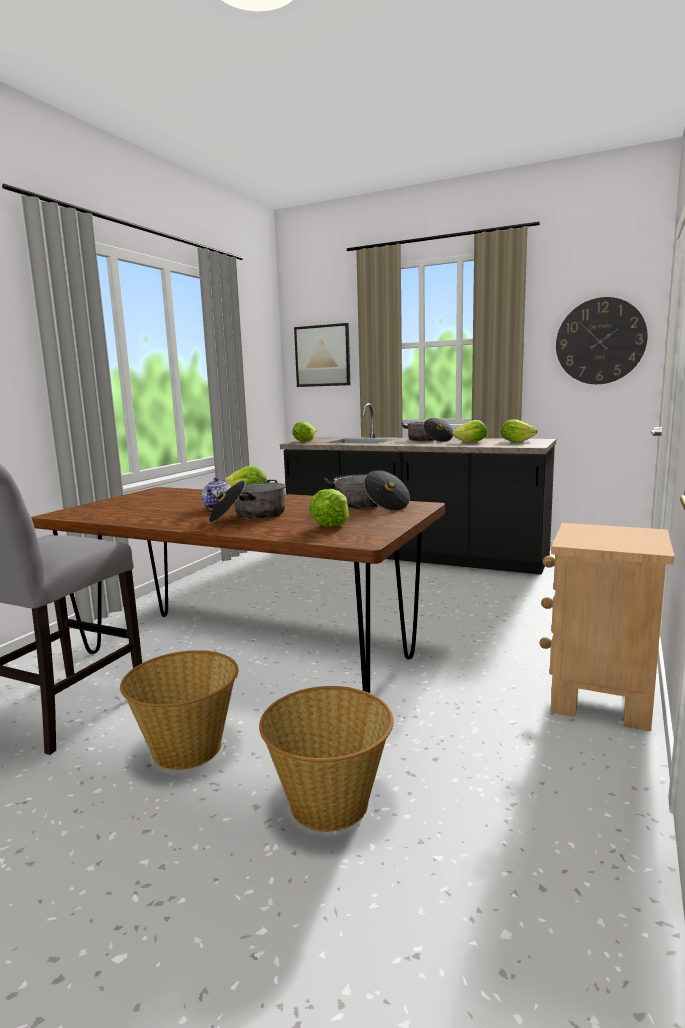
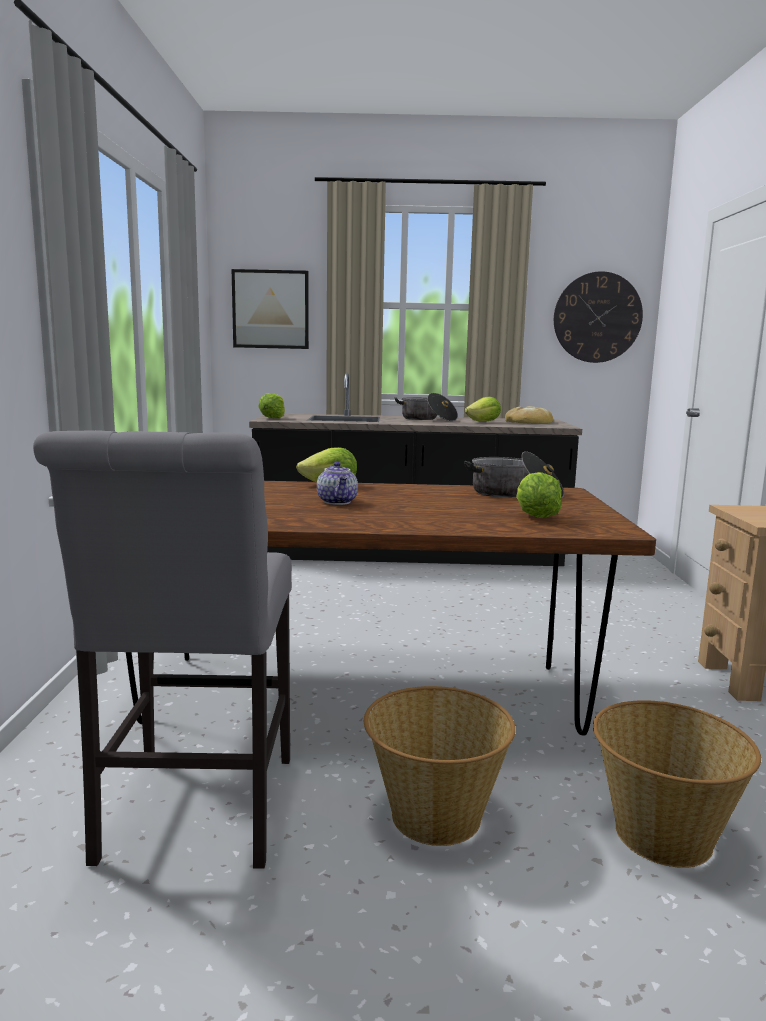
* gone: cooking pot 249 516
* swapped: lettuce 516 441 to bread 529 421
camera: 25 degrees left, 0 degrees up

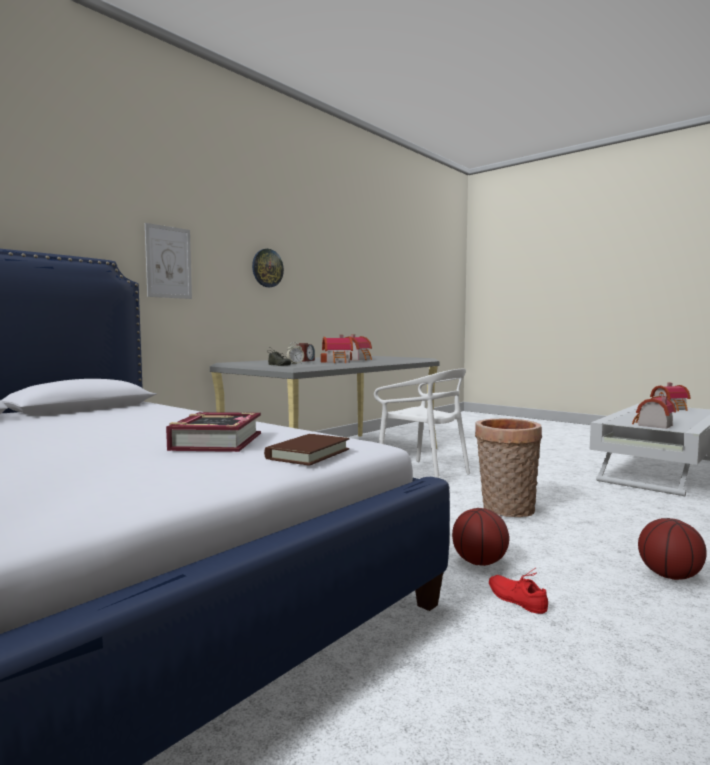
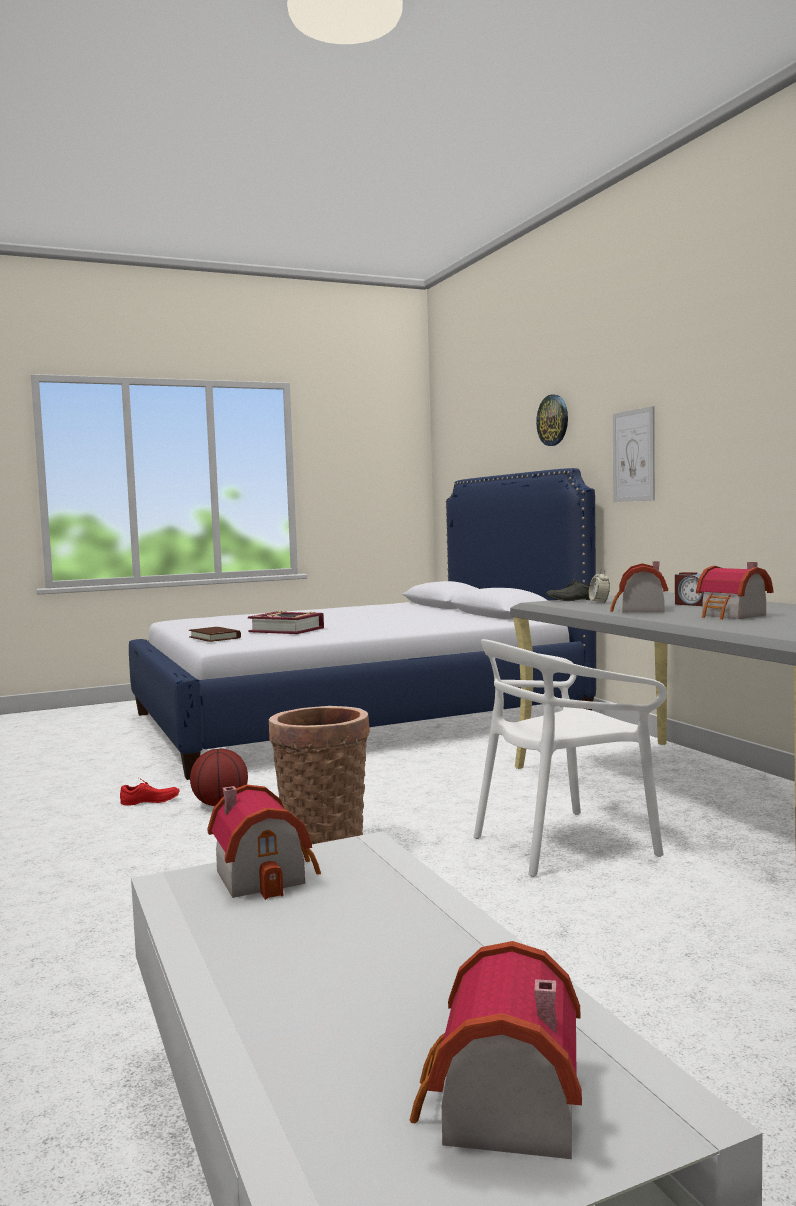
* shifted: wall clock 267 268 to 553 420
* gone: basketball 669 576
camera: 115 degrees right, 0 degrees up

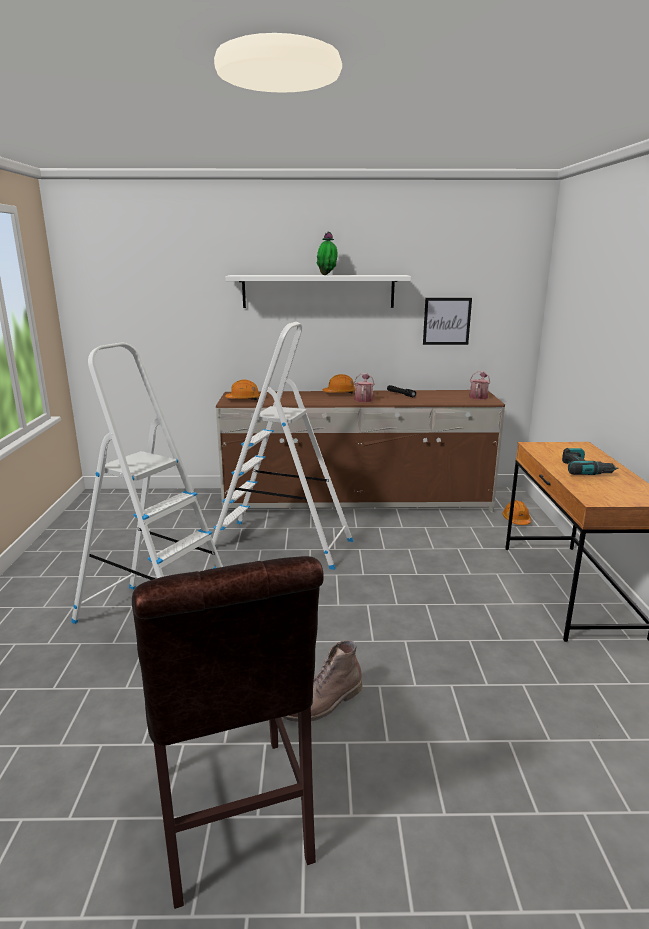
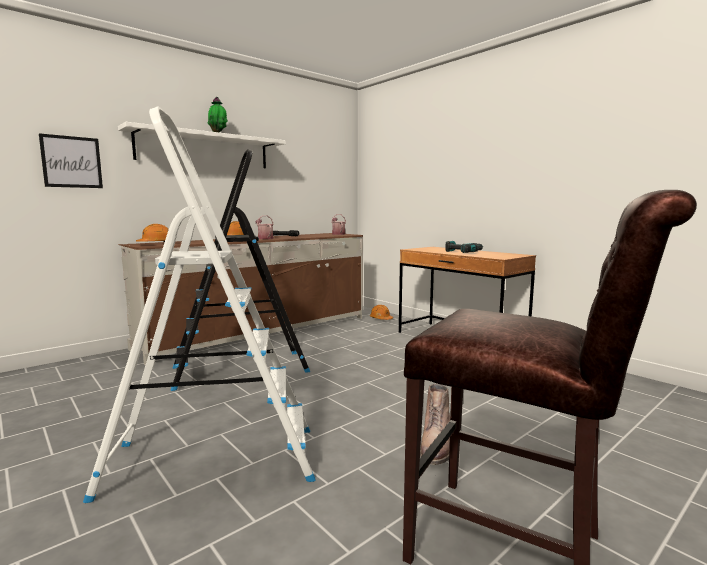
* repainted: white step ladder 281 544 to black step ladder 239 370
* shifted: picture 446 321 to 72 162
camera: 40 degrees left, 10 degrees down

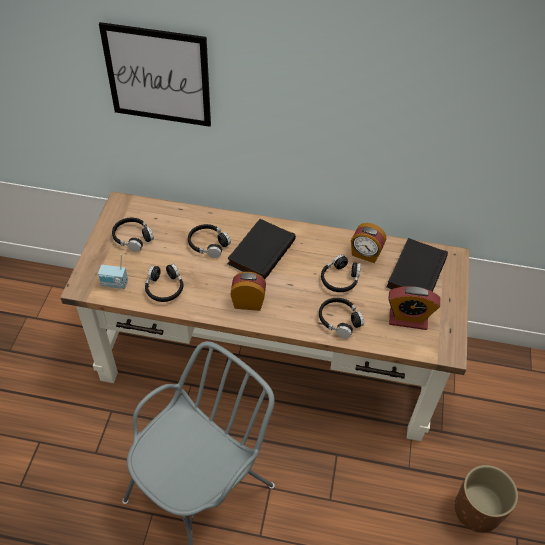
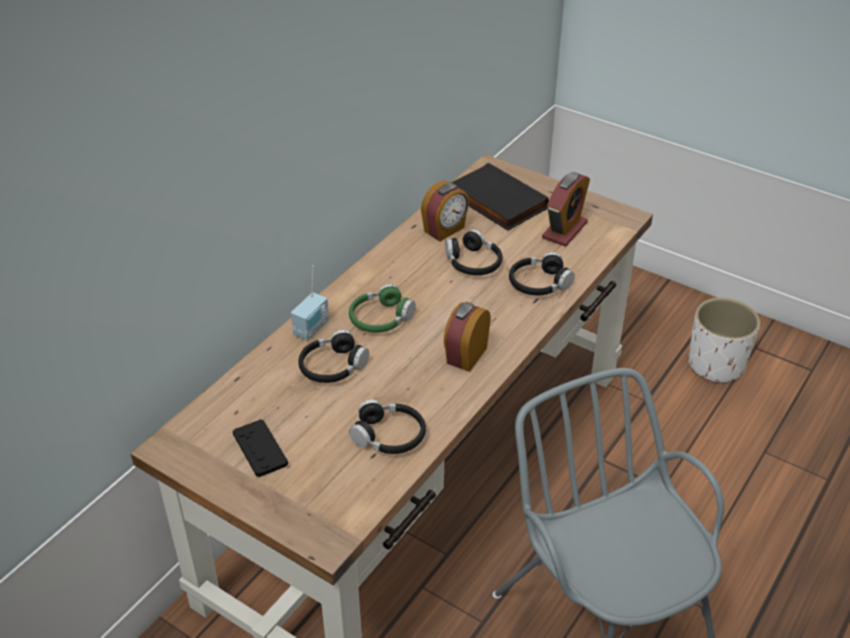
* shifted: radio 114 284 to 312 329
* gone: picture 158 76
* swapped: black headphones 133 237 to black game controller 260 449
* swapped: black book 260 251 to green headphones 381 318
* repainted: brown planter 476 510 to white planter 716 365
camera: 65 degrees left, 10 degrees down

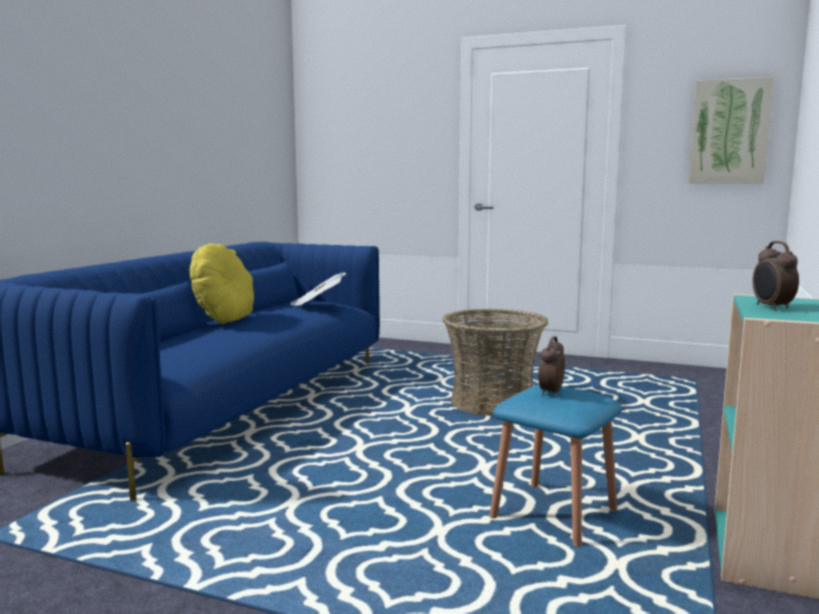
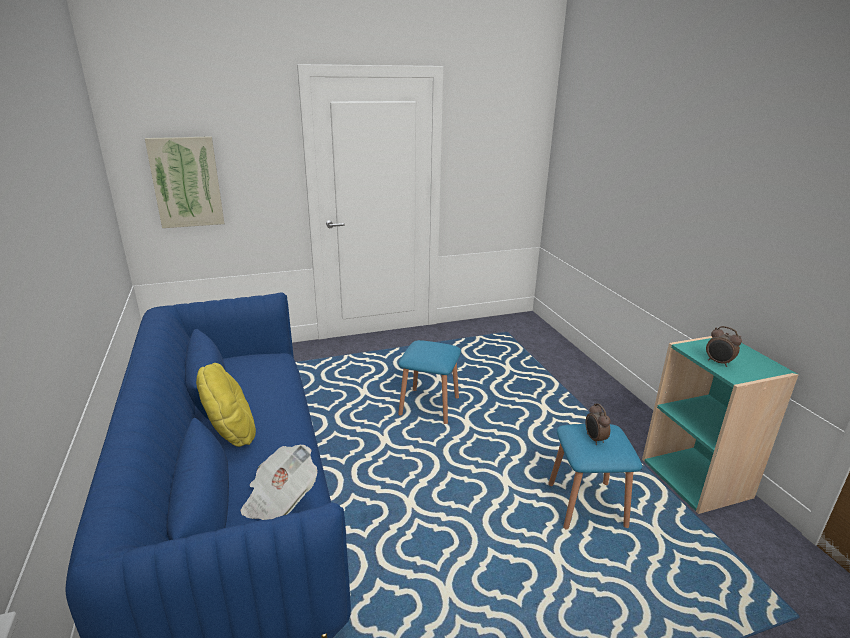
* shifted: newspaper 317 304 to 280 499
* swapped: basket 493 403 to blue stool 429 406
* shifted: picture 729 132 to 186 182
camera: 40 degrees left, 15 degrees up

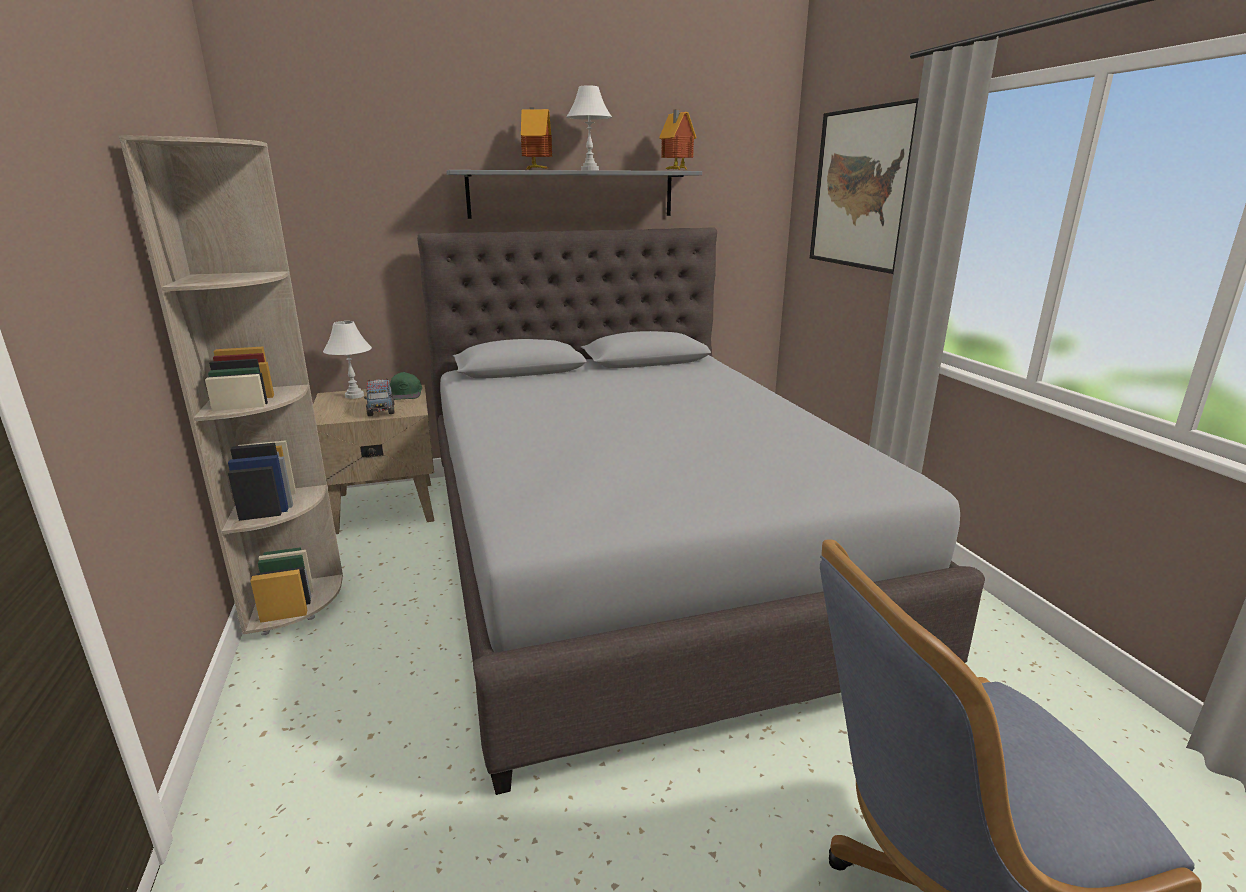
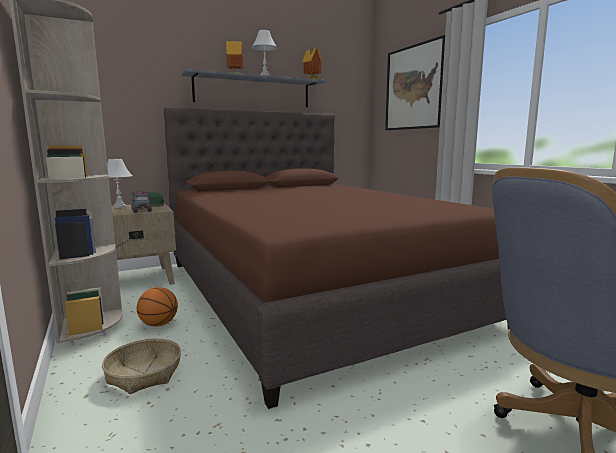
* repainted: grey bed 636 556 to brown bed 311 290
* new: basket 144 374
* new: basketball 159 324
camera: 10 degrees left, 10 degrees down

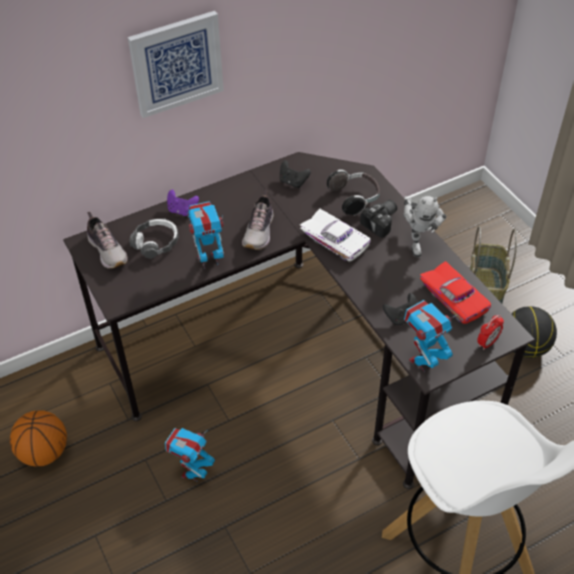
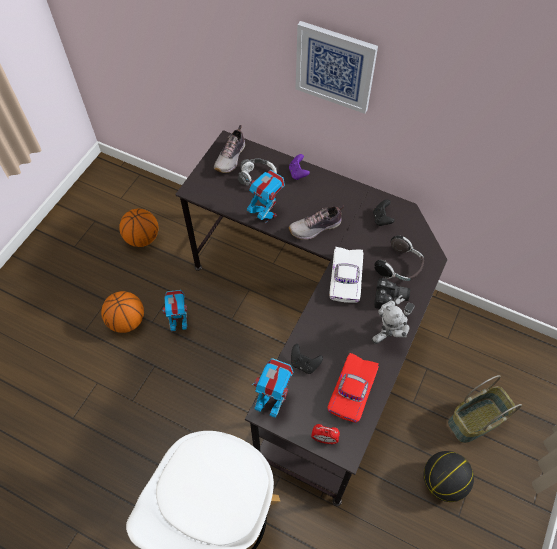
* new: basketball 127 321
camera: 55 degrees right, 10 degrees up

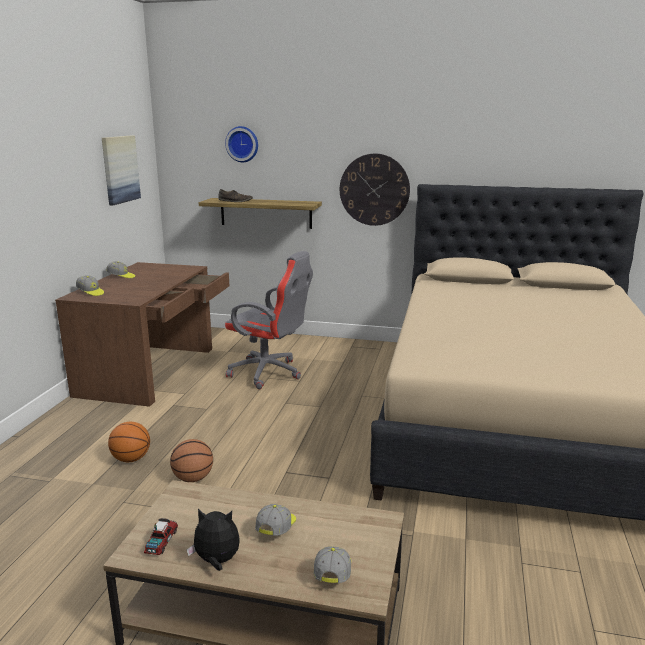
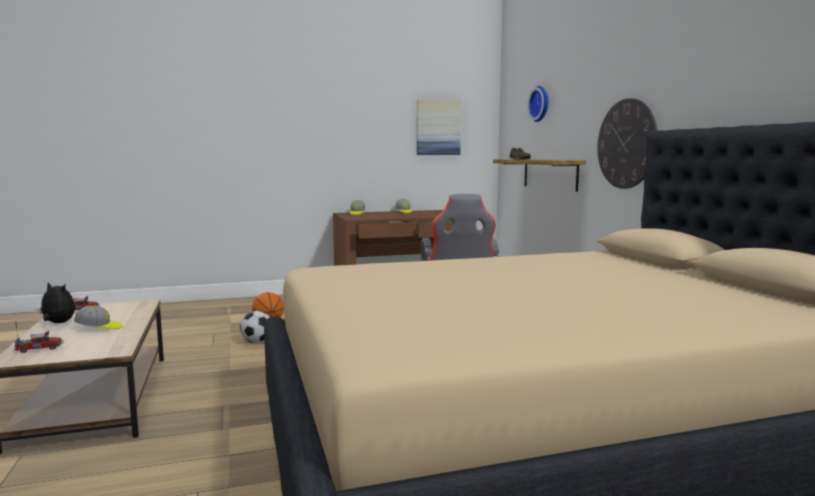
* swapped: basketball 193 478 to football 257 342
* rotated: plush toy 217 561 = 57 323 45 degrees counterclockwise
* swapped: cap 333 573 to toy truck 40 349
camera: 60 degrees right, 10 degrees down

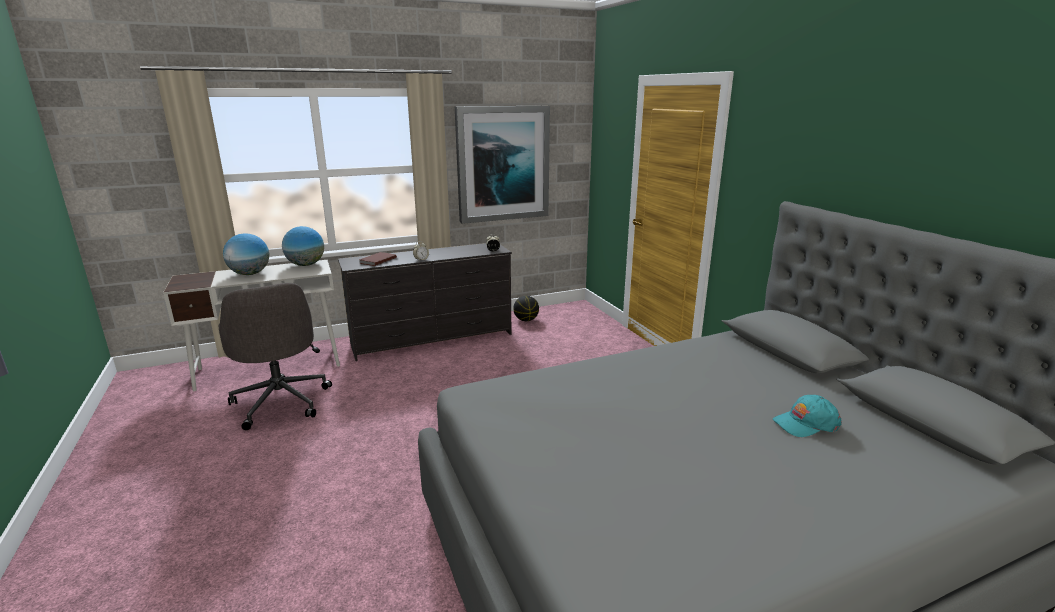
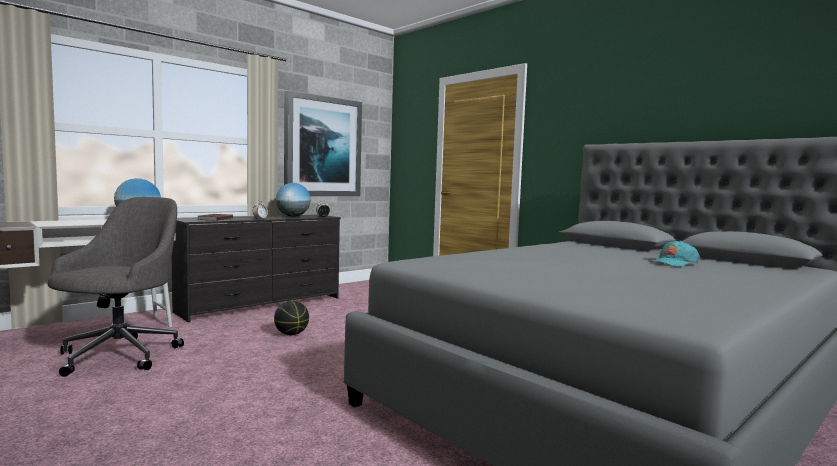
* rotated: grey office chair 281 403 = 120 355 120 degrees counterclockwise
* shifted: globe 250 274 to 293 216
* shifted: basketball 526 320 to 291 334
camera: 20 degrees left, 15 degrees down

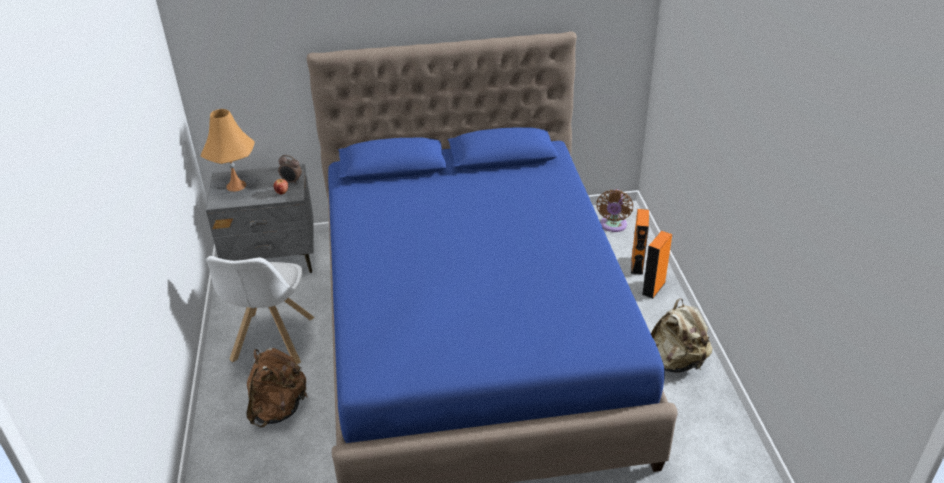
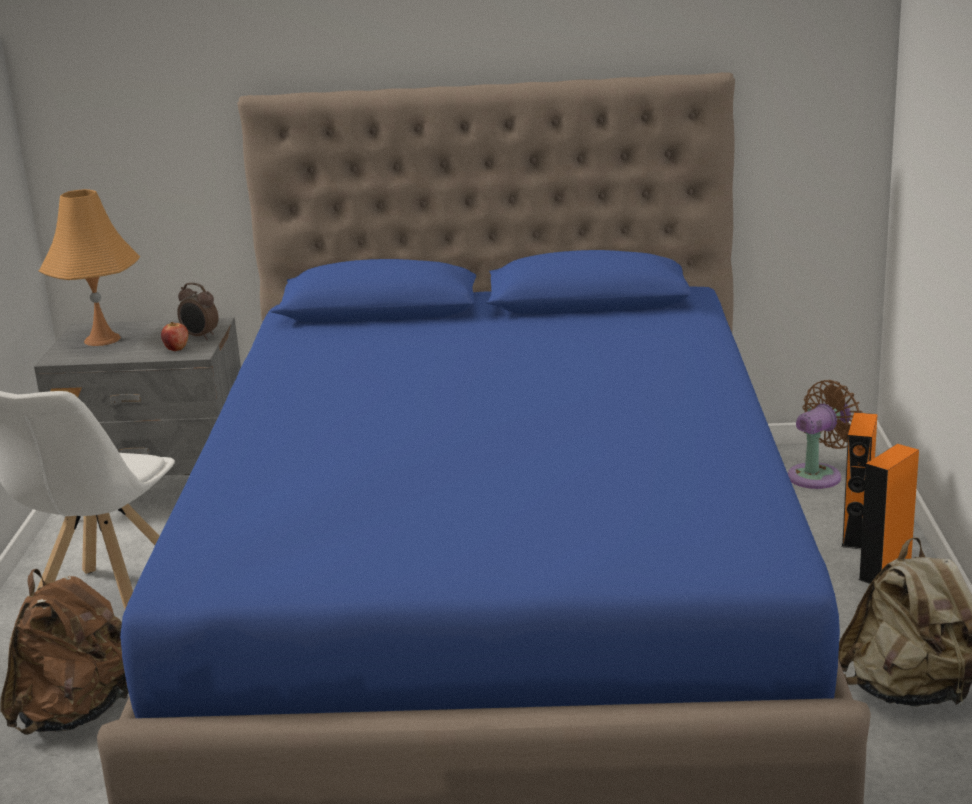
* rotated: brown fan 613 226 = 818 475 150 degrees counterclockwise
camera: 10 degrees right, 15 degrees down

